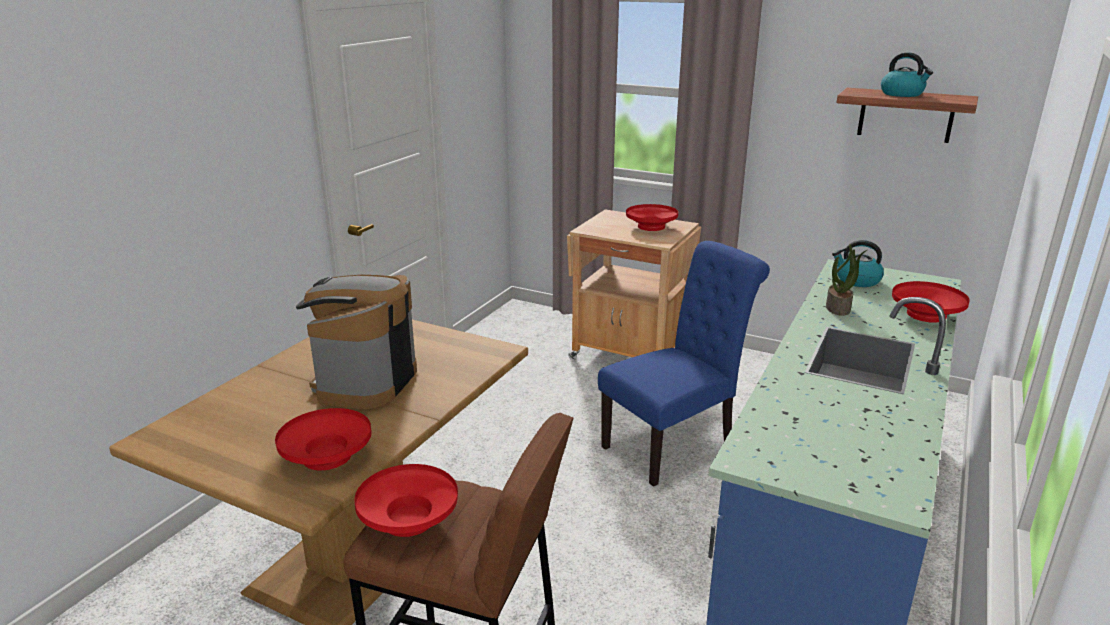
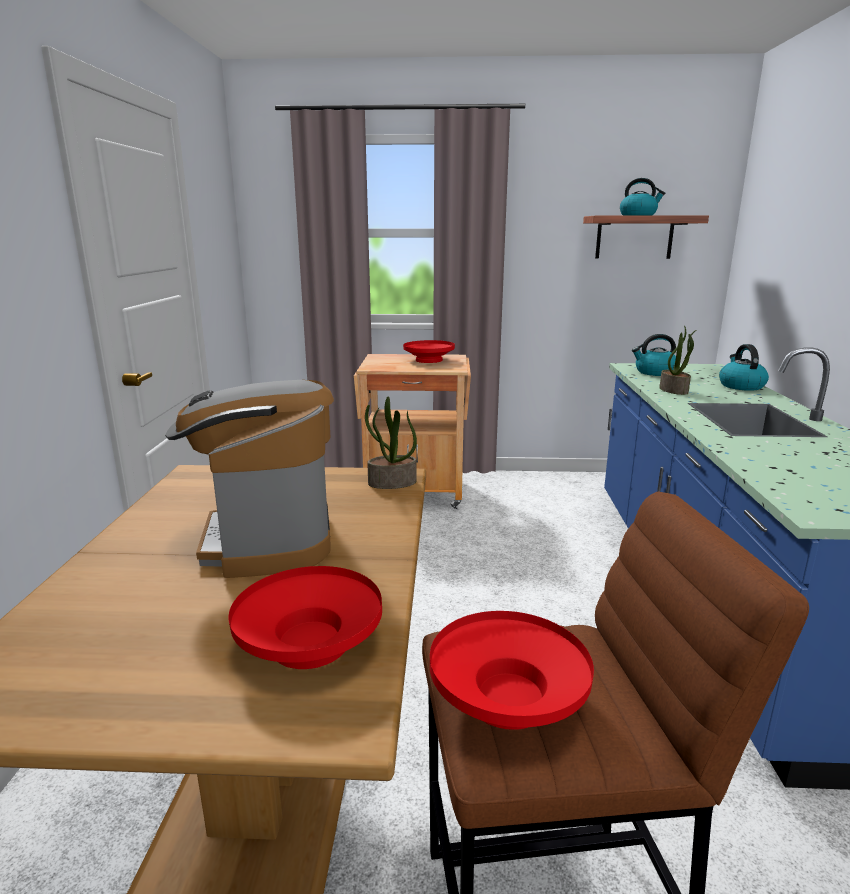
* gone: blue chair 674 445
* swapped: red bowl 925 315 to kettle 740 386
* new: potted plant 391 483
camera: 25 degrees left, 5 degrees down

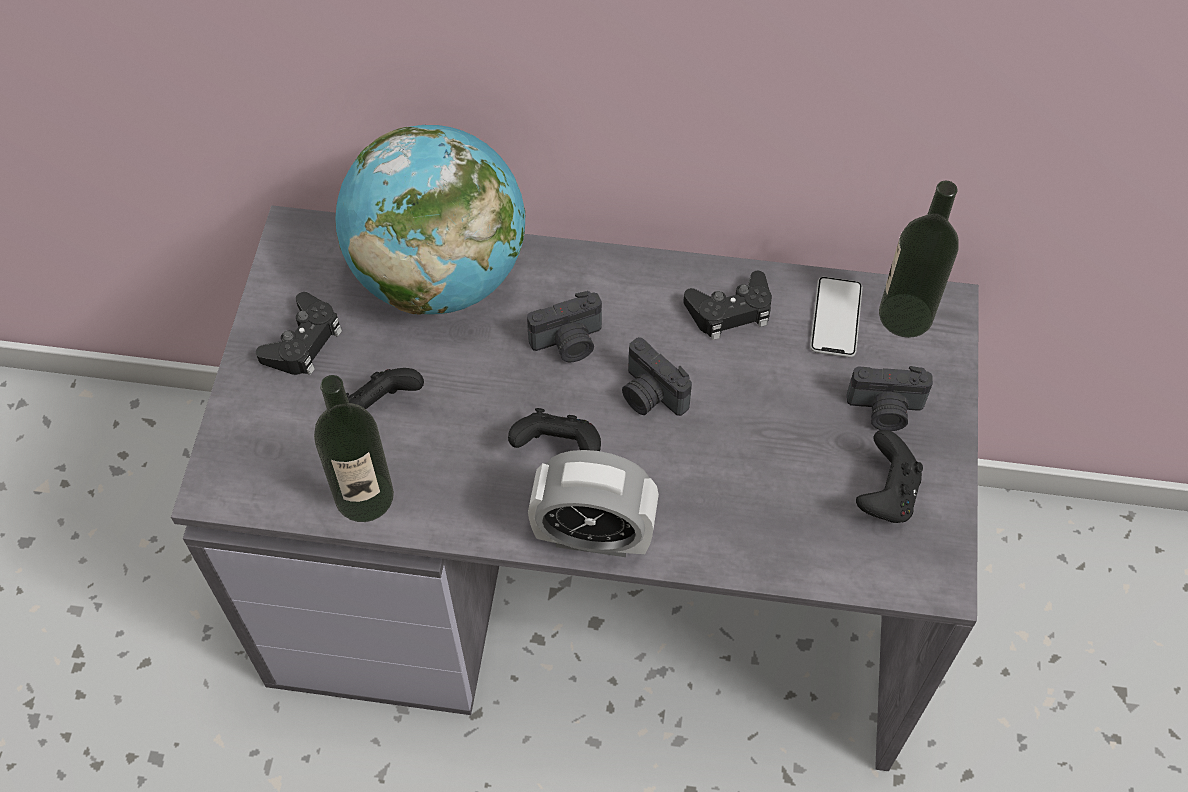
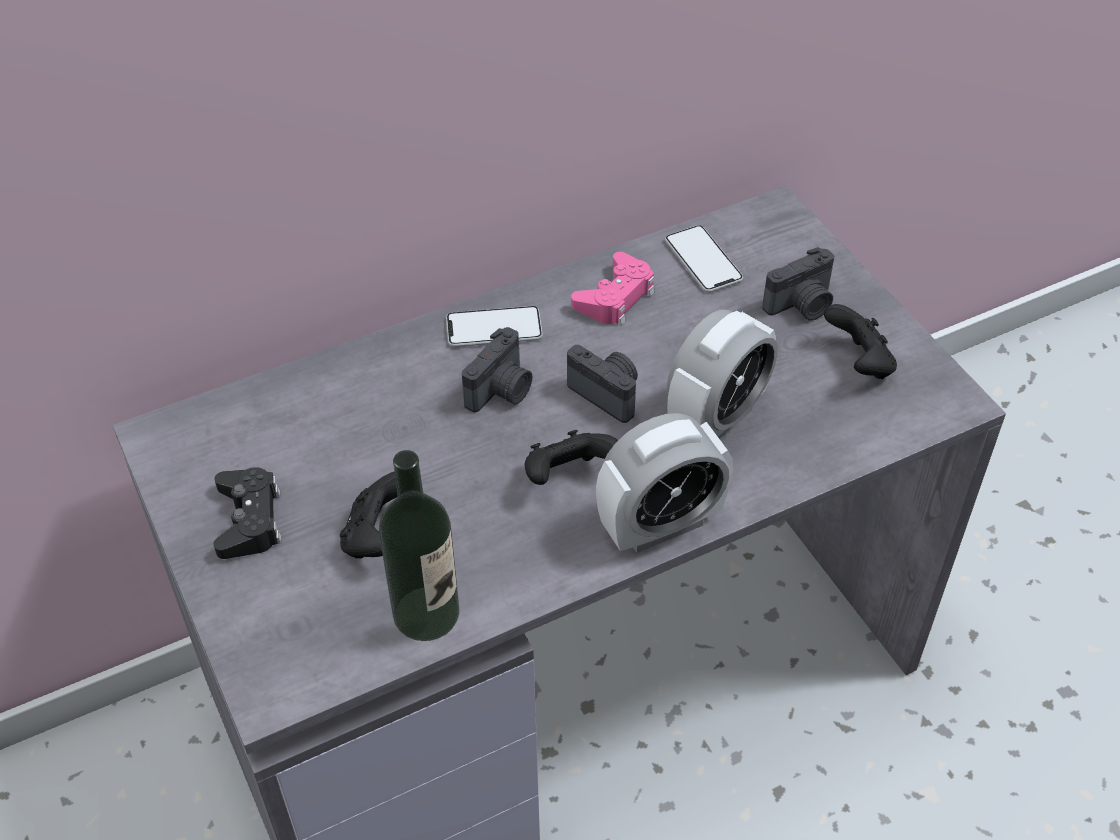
* gone: globe 439 276
* rotated: photo camera 650 395 = 608 393 150 degrees counterclockwise
* repainted: black game controller 730 311 to pink game controller 615 297
* gone: bottle 905 315
* new: phone 494 328
* new: alarm clock 716 421
camera: 35 degrees left, 10 degrees down

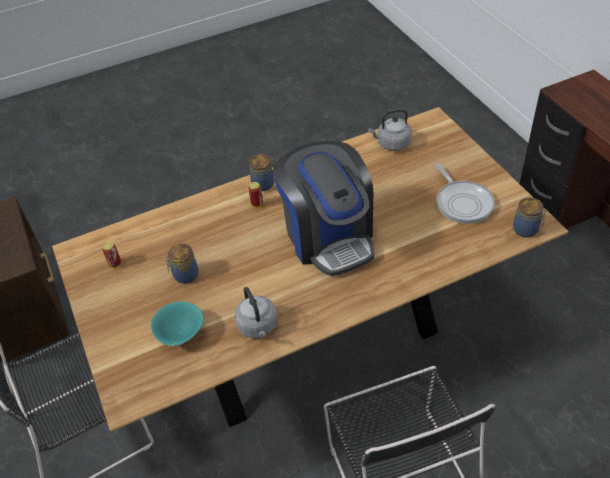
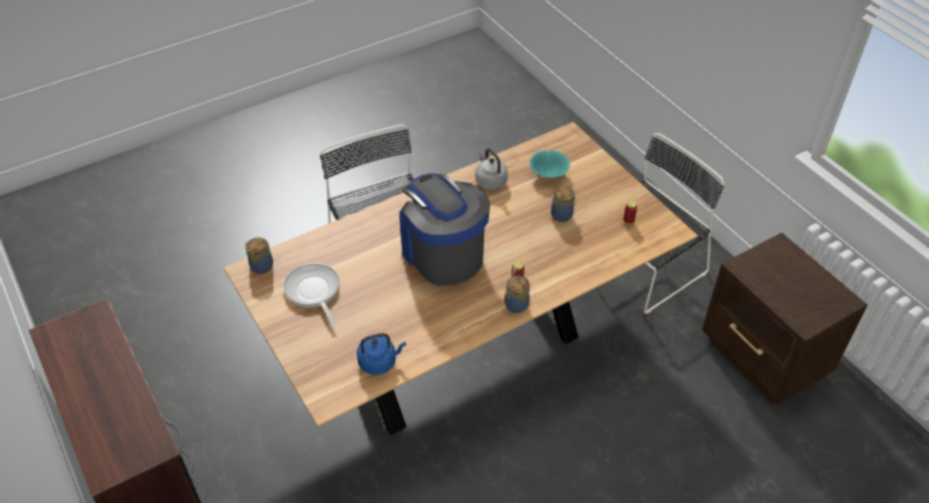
* repainted: grey kettle 392 144 to blue kettle 379 362
camera: 170 degrees right, 0 degrees up

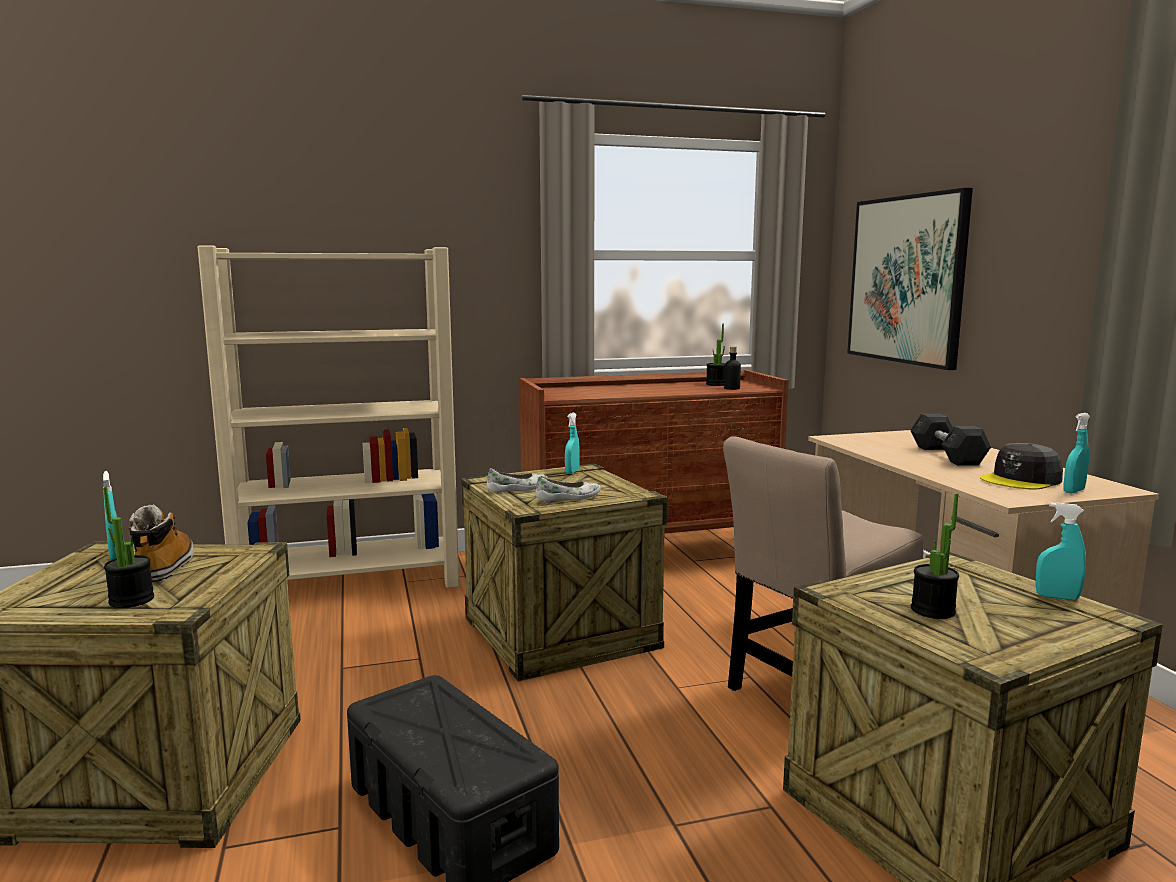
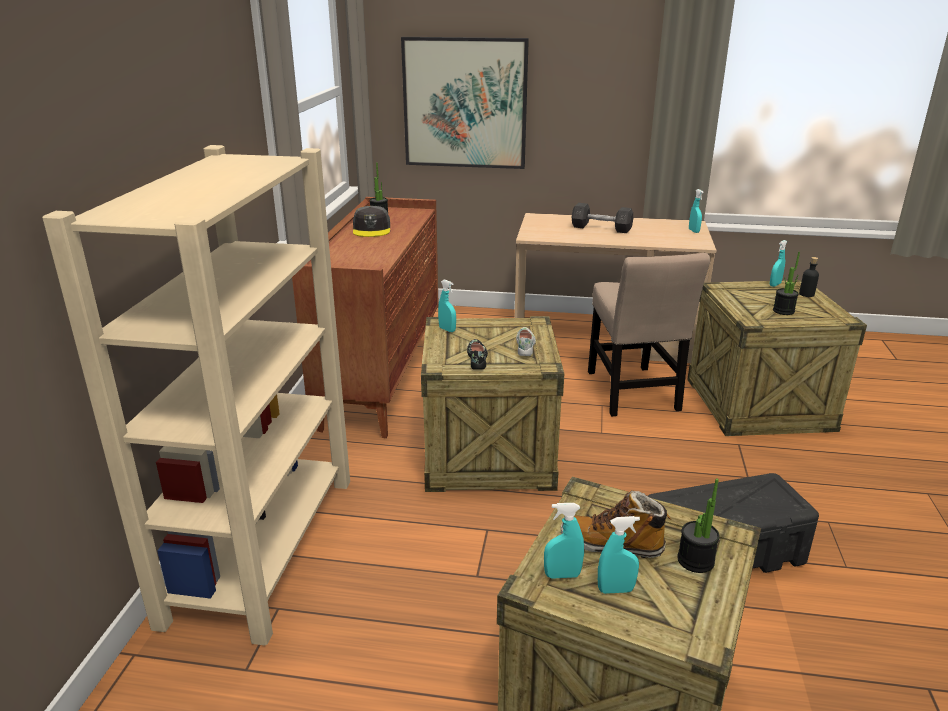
* repainted: white shoe 518 489 to black shoe 477 358
* shifted: black bottle 732 388 to 806 294
* shifted: grey cap 1021 480 to 372 229
* new: turquoise spray bottle 615 590
camera: 65 degrees left, 15 degrees up

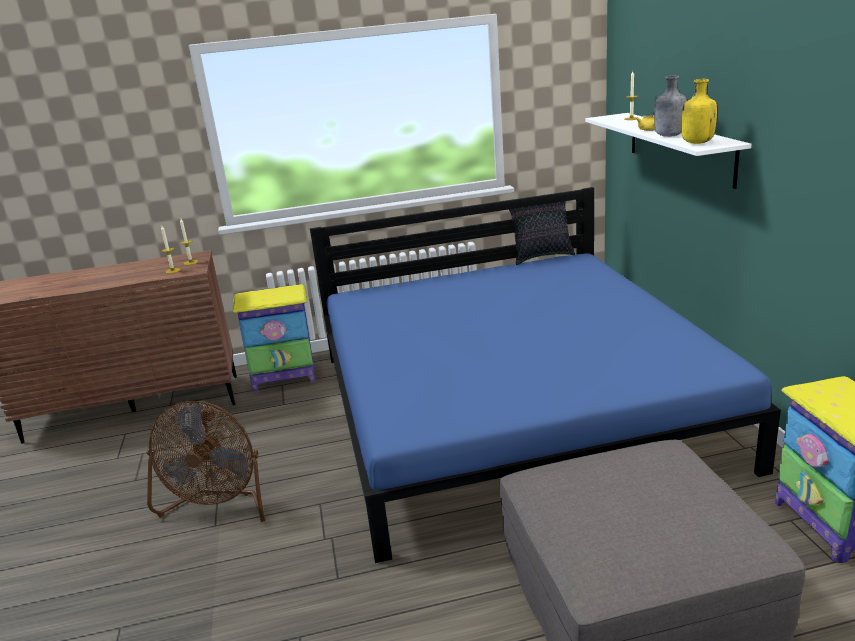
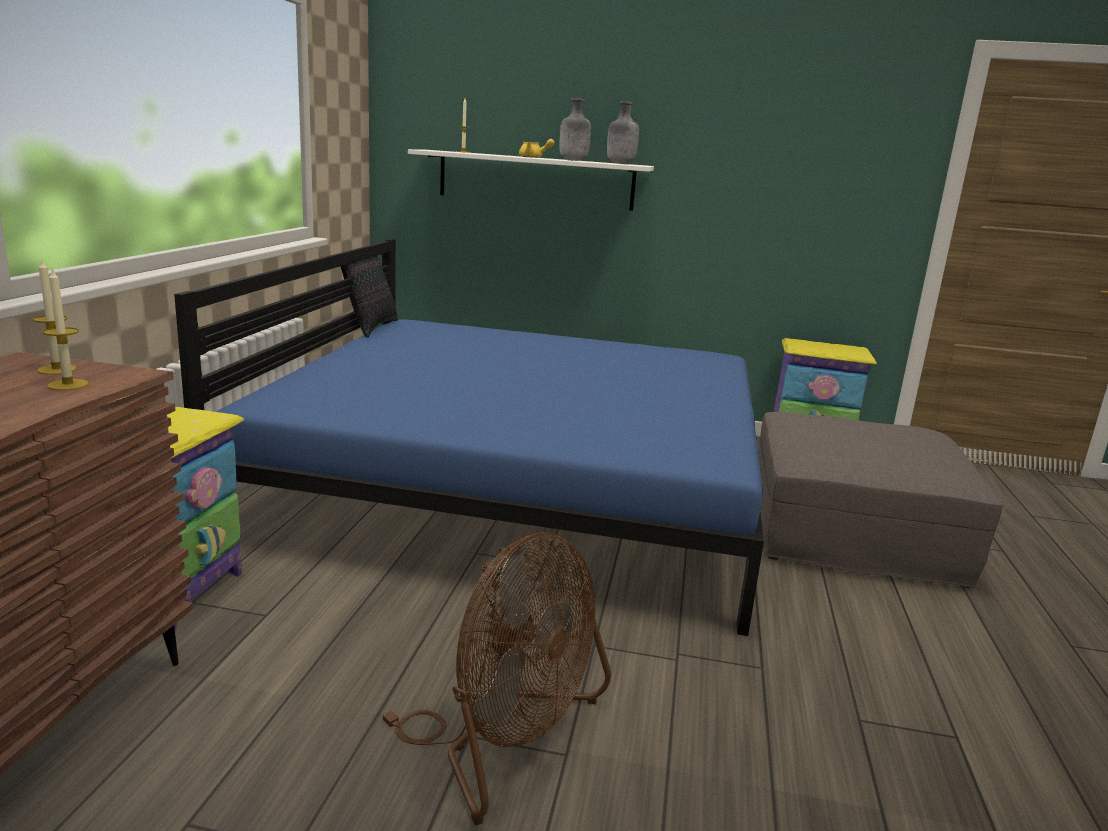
* repainted: yellow bottle 696 143 to grey bottle 620 163
camera: 70 degrees left, 5 degrees down

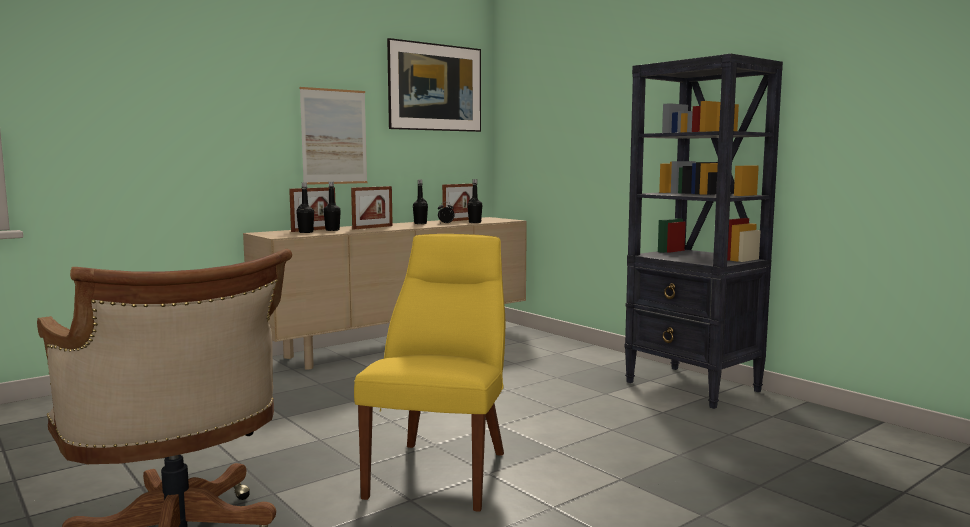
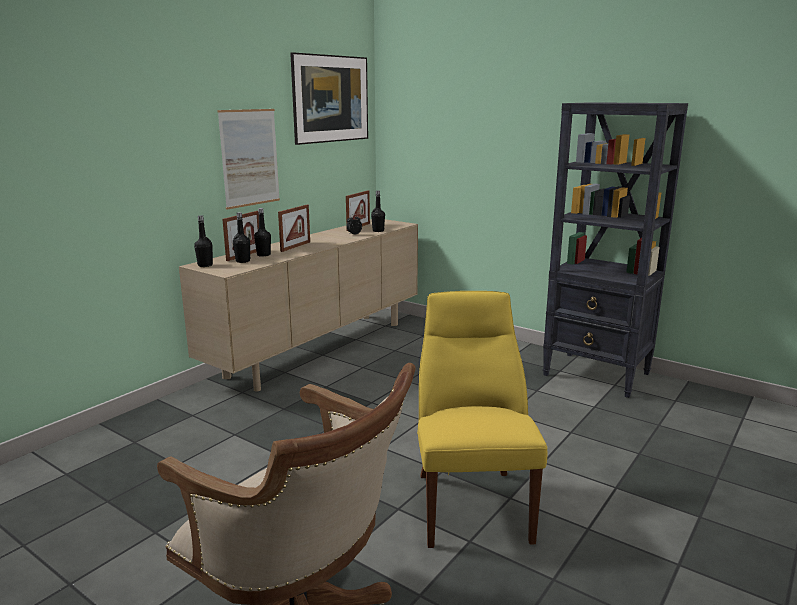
* shifted: black bottle 420 223 to 205 265
camera: 15 degrees left, 10 degrees up

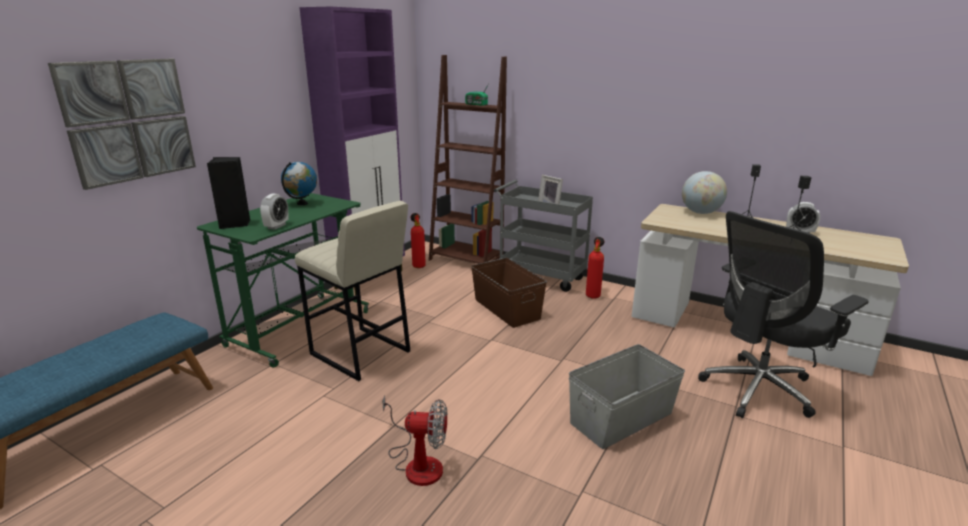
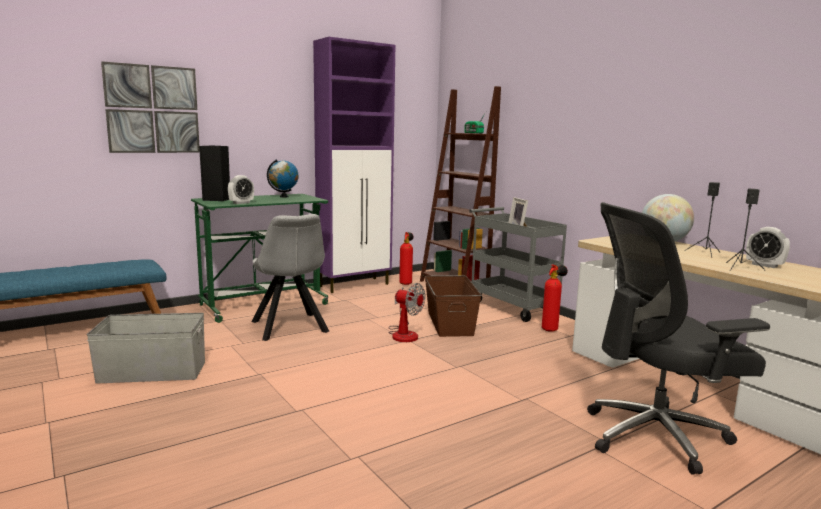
* swapped: beige stool 362 353 to grey chair 290 327
* shifted: fan 417 463 to 404 334
* shifted: grey storage box 622 418 to 153 372
camera: 25 degrees right, 10 degrees down

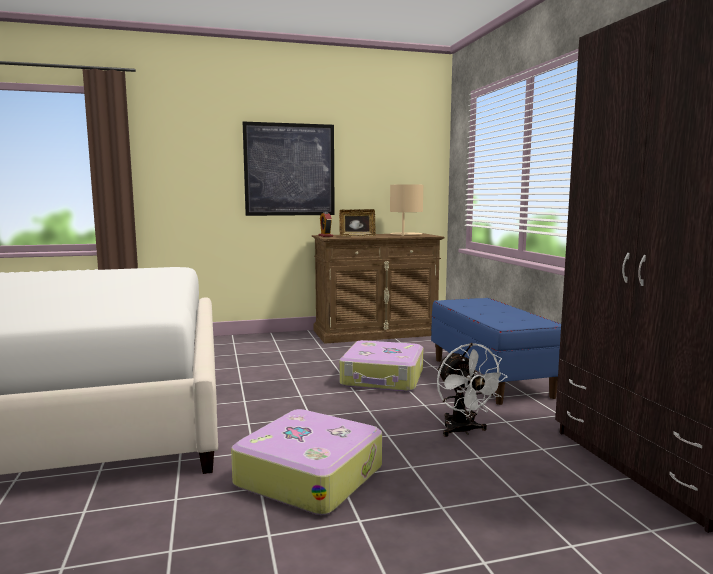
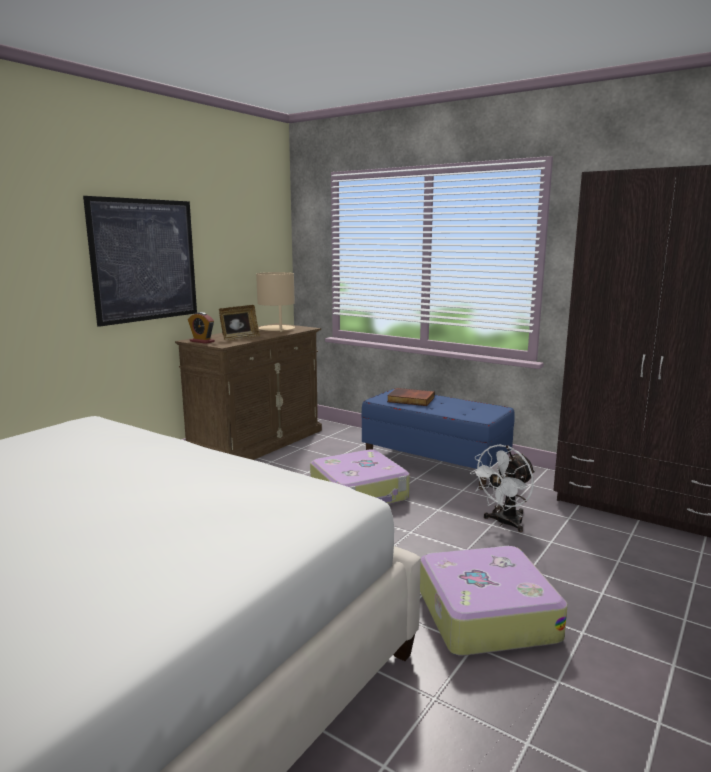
* rotated: white fan 463 431 = 504 523 105 degrees clockwise
* new: book 410 400
camera: 40 degrees left, 5 degrees up

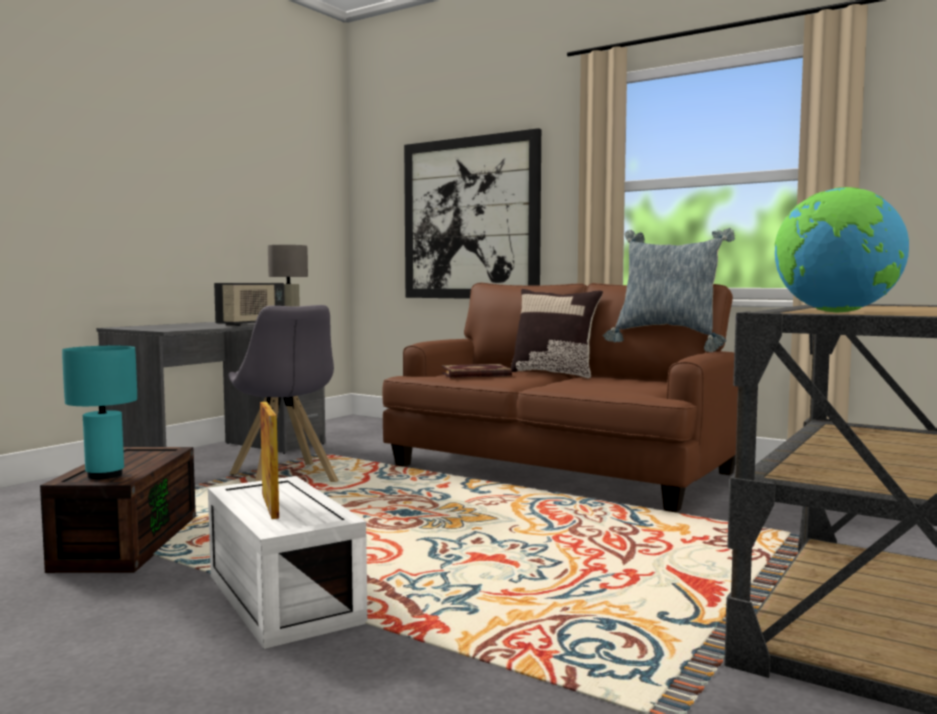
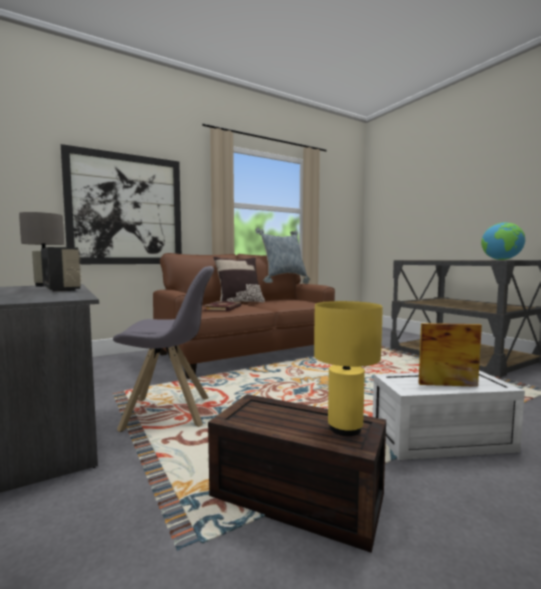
* repainted: turquoise table lamp 104 475 to yellow table lamp 346 429
camera: 65 degrees left, 0 degrees up

